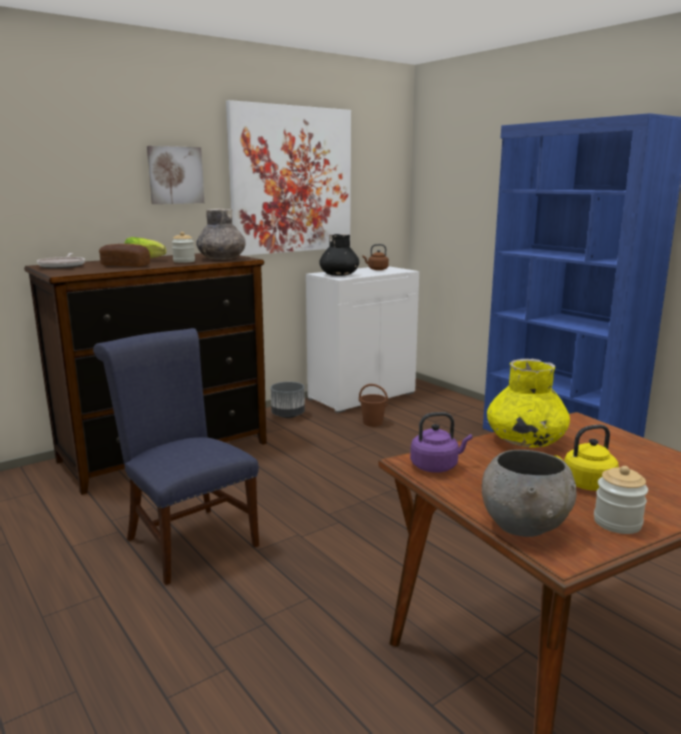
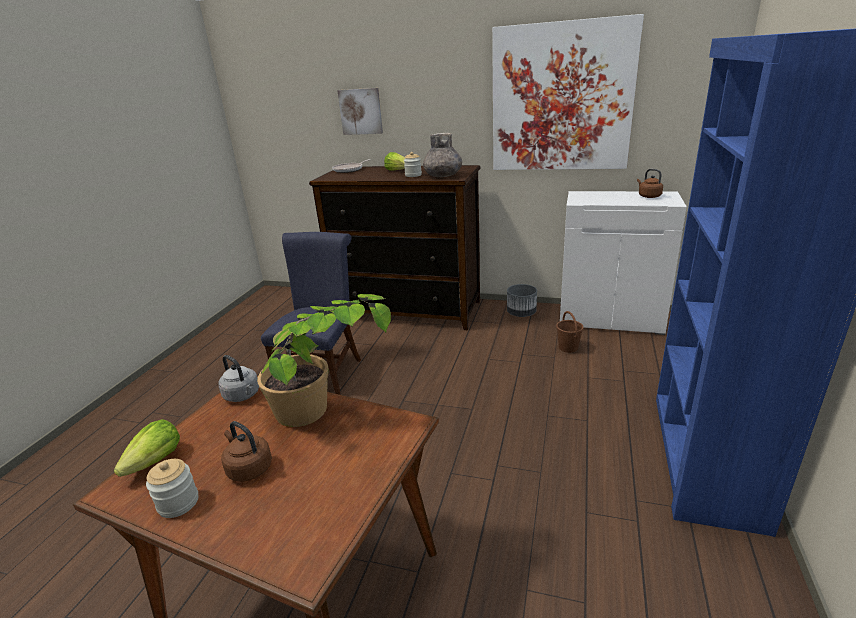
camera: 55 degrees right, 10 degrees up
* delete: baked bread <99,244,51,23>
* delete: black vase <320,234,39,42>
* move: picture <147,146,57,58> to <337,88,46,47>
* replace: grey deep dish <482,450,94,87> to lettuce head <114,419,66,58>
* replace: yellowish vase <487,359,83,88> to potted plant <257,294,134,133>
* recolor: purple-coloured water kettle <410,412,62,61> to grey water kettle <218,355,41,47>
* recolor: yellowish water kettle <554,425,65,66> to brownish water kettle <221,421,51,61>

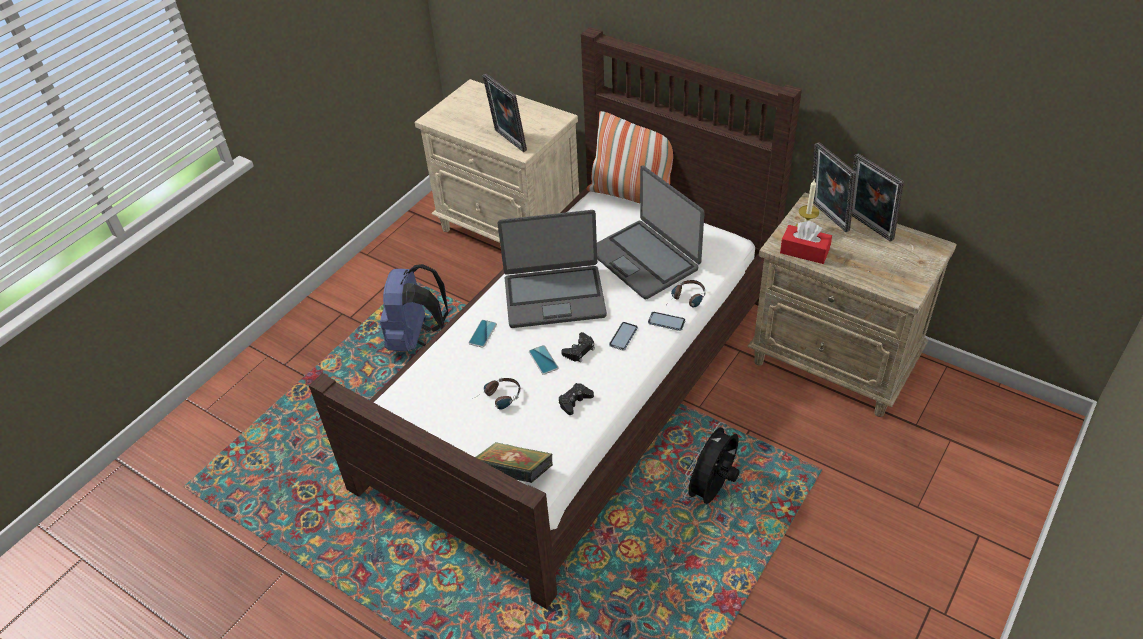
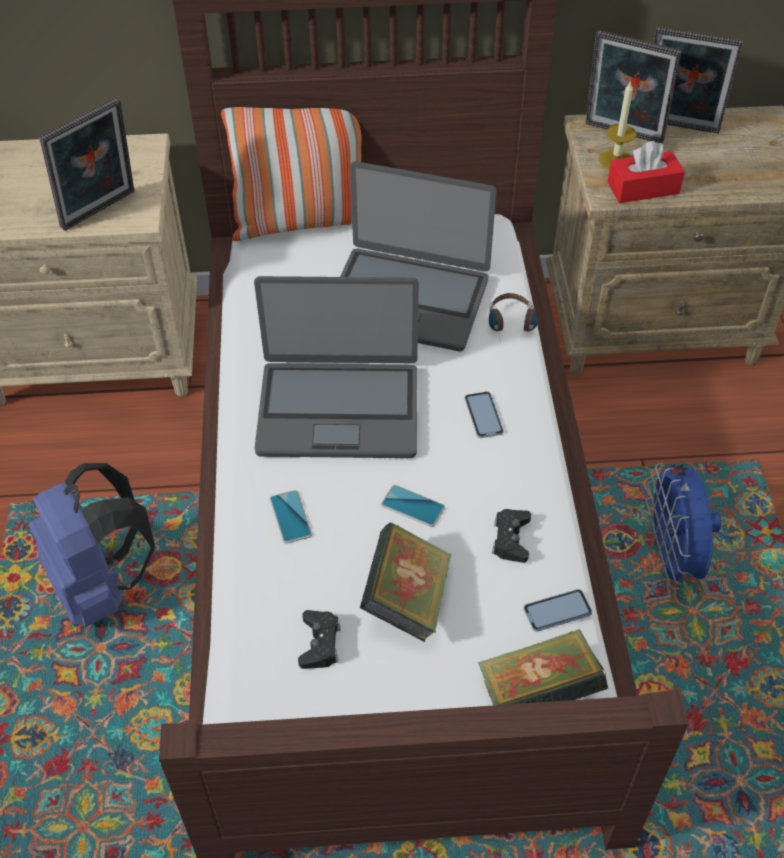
camera: 40 degrees left, 5 degrees up
* move: black gamepad <561,332,34,30> to <298,610,43,59>
* move: telephone <648,312,38,19> to <523,589,69,43>
* replace: pair of headphones <471,378,50,32> to volume <360,522,91,120>
* recolor: black cooling fan <682,422,57,82> to blue cooling fan <646,463,75,127>
* rotate: standing frame <483,74,44,78> = <39,97,95,134> 60 degrees counterclockwise
* rotate: portable computer <498,210,109,118> = <254,276,165,182> 45 degrees clockwise

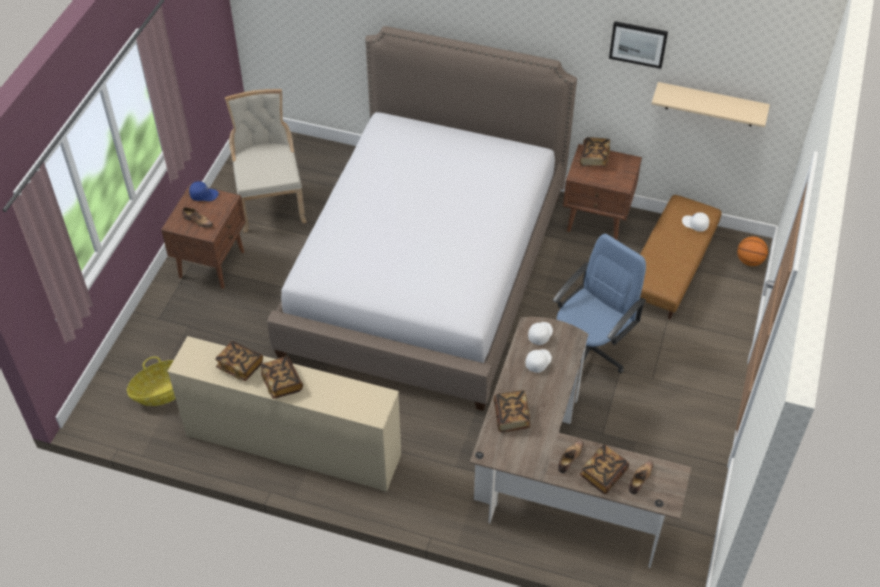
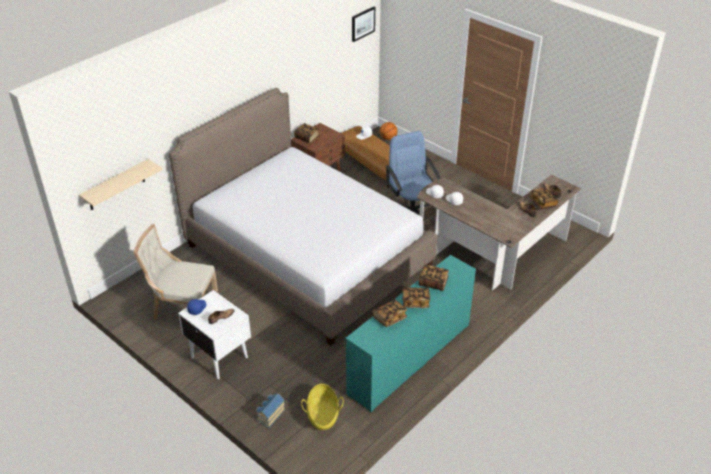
camera: 65 degrees left, 10 degrees down
* insert: miniature house <256,393,29,35>
* move: volume <493,390,37,42> to <419,264,30,27>
* move: picture <609,21,59,48> to <352,7,23,35>
* move: beige-coloured bracket shelf <651,82,119,45> to <79,159,84,51>
* recolor: brownish bedside table <161,184,85,105> to white-coloured bedside table <178,290,73,89>
* recolor: beige-coloured drawer chest <167,336,234,156> to blue-green drawer chest <345,255,131,157>

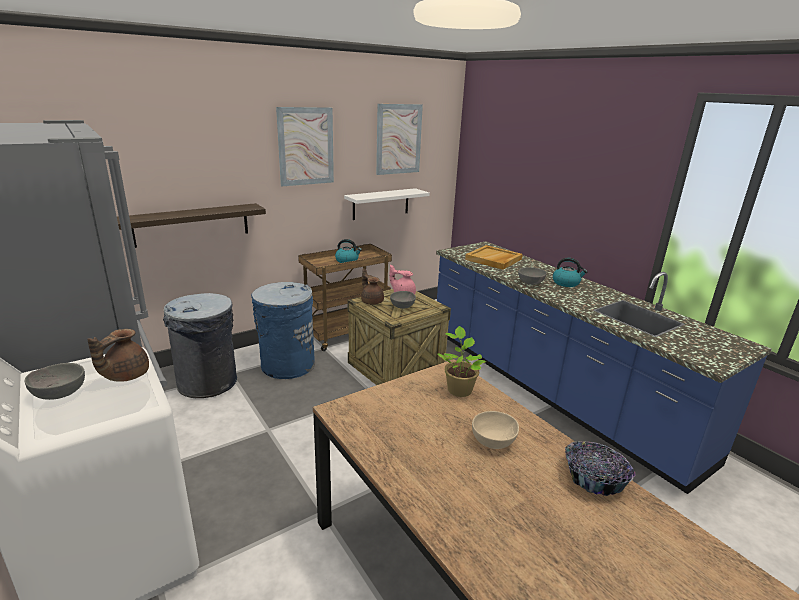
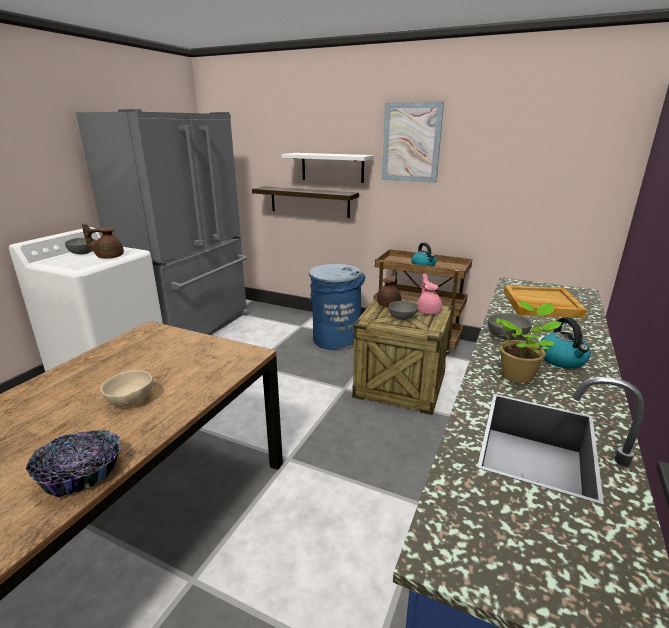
camera: 60 degrees right, 0 degrees up
* delete: grey trash can <163,293,74,105>
* delete: picture <376,104,47,71>
* move: white-coloured bracket shelf <344,188,86,32> to <281,153,93,30>
* move: potted plant <438,326,48,71> to <494,301,68,82>

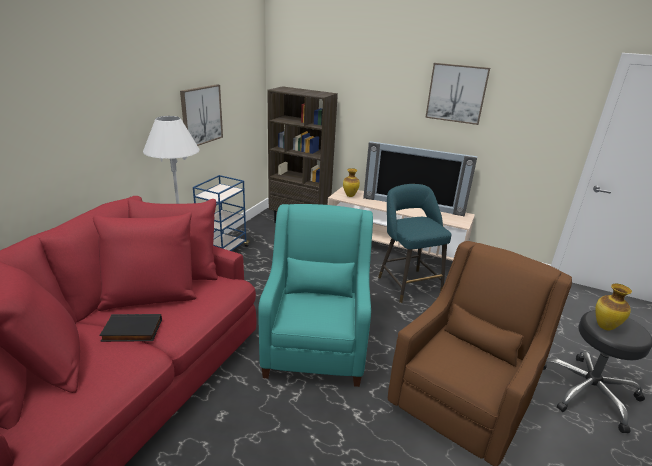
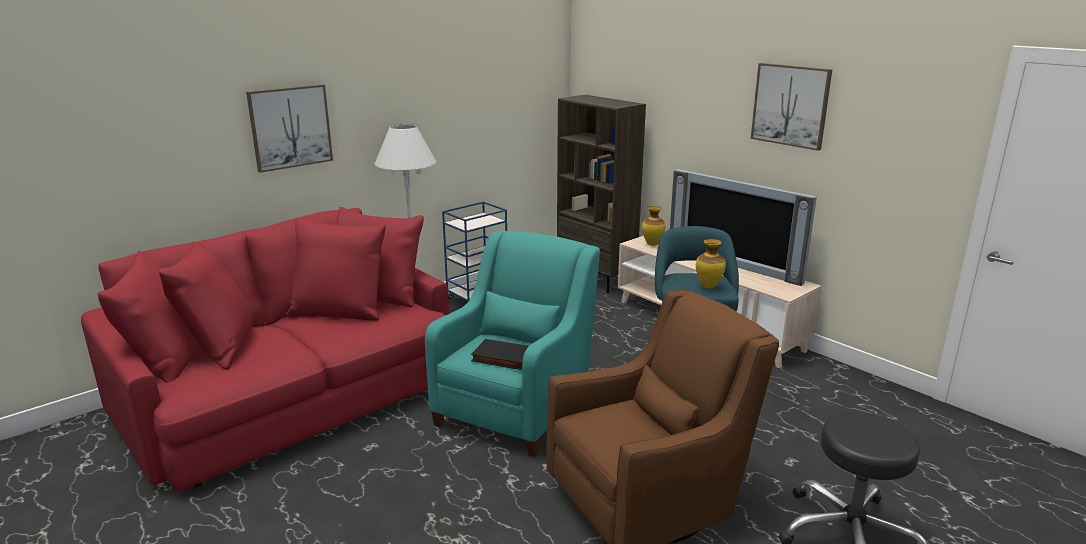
camera: 25 degrees right, 5 degrees down
* move: black volume <99,314,63,28> to <471,339,58,31>
* move: picture <180,84,43,62> to <246,84,87,89>
* move: vase <595,284,37,46> to <696,239,30,49>

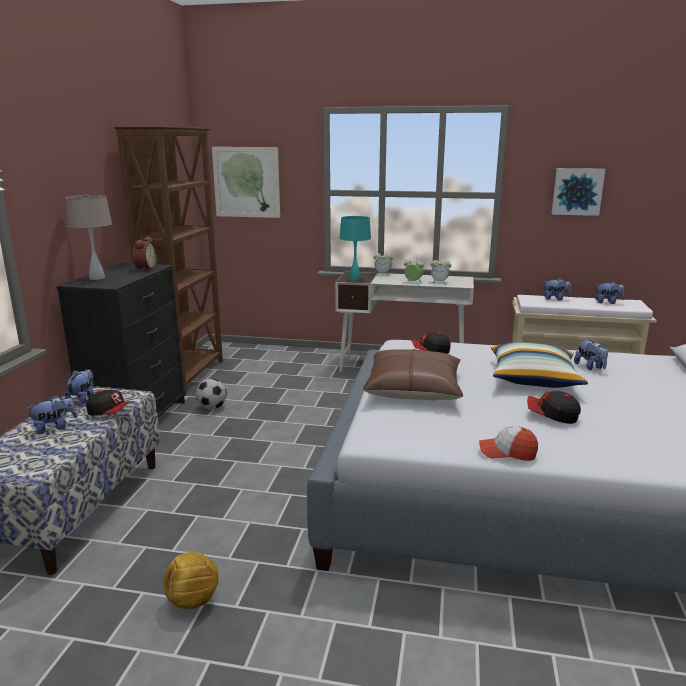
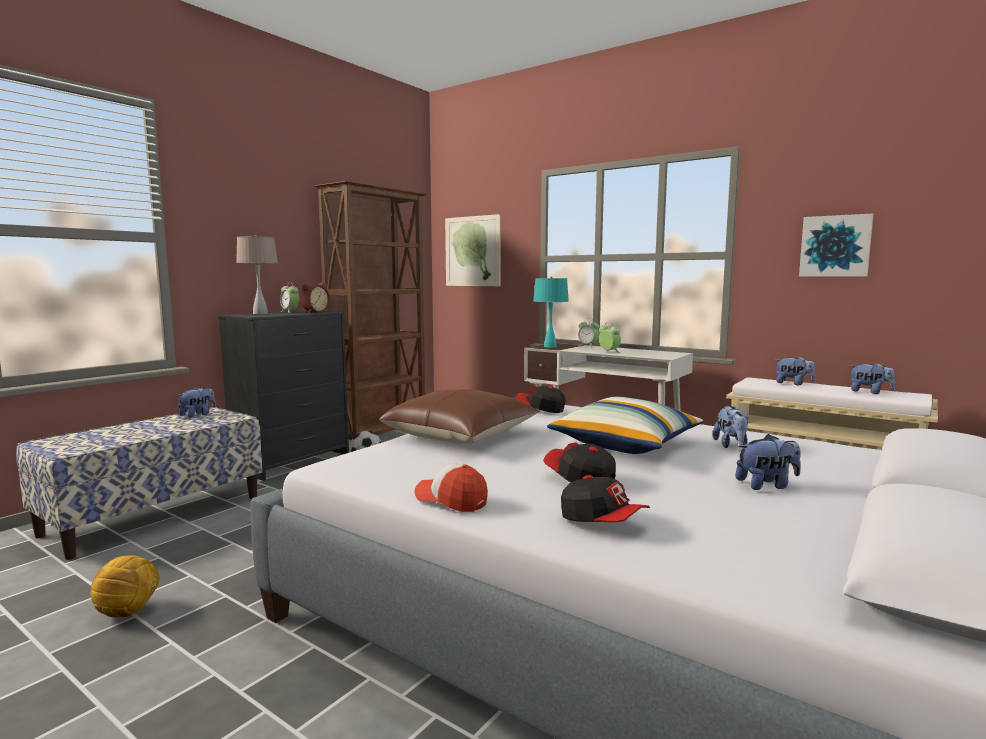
camera: 25 degrees right, 10 degrees down
* move: cuddly toy <26,395,51,39> to <735,434,66,56>
* move: cap <86,390,48,26> to <561,475,89,47>
* move: alarm clock <430,257,21,27> to <280,282,19,31>

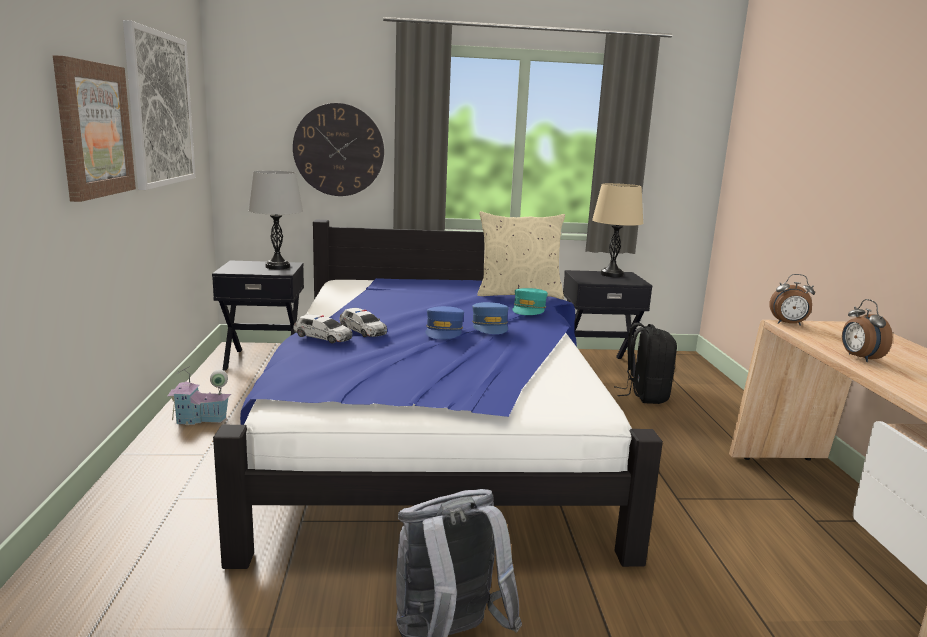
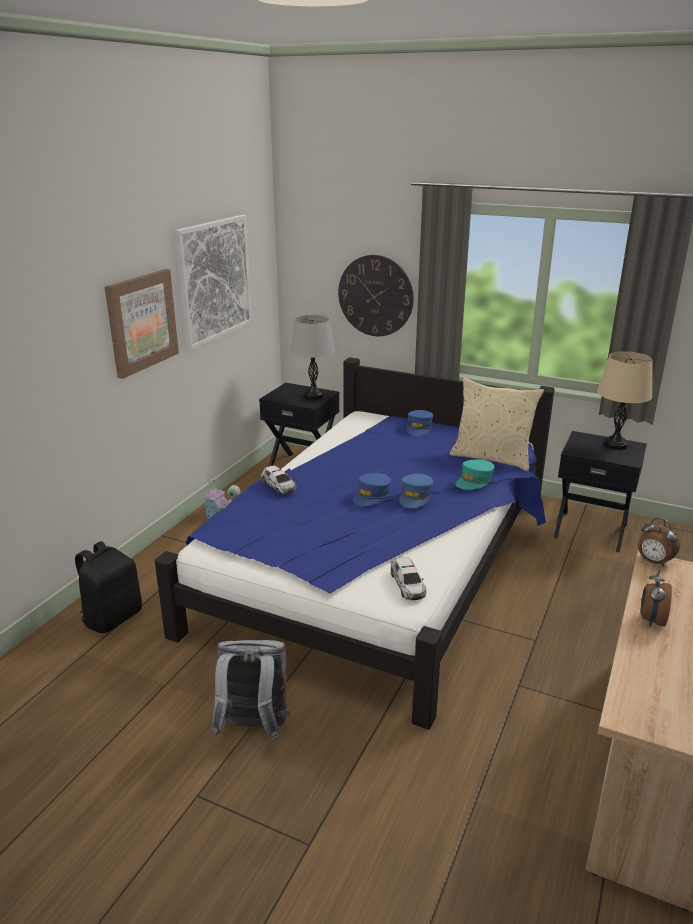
camera: 30 degrees right, 10 degrees up
* insert: blue cap <406,410,27,26>
* move: miniature car <340,308,47,29> to <391,557,36,43>
* move: black backpack <614,323,63,81> to <75,541,67,92>

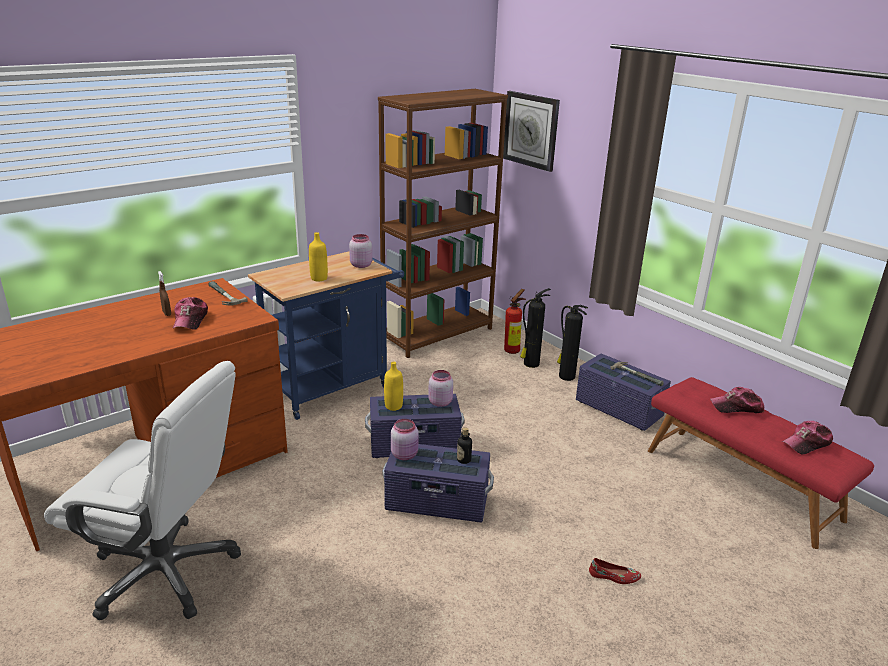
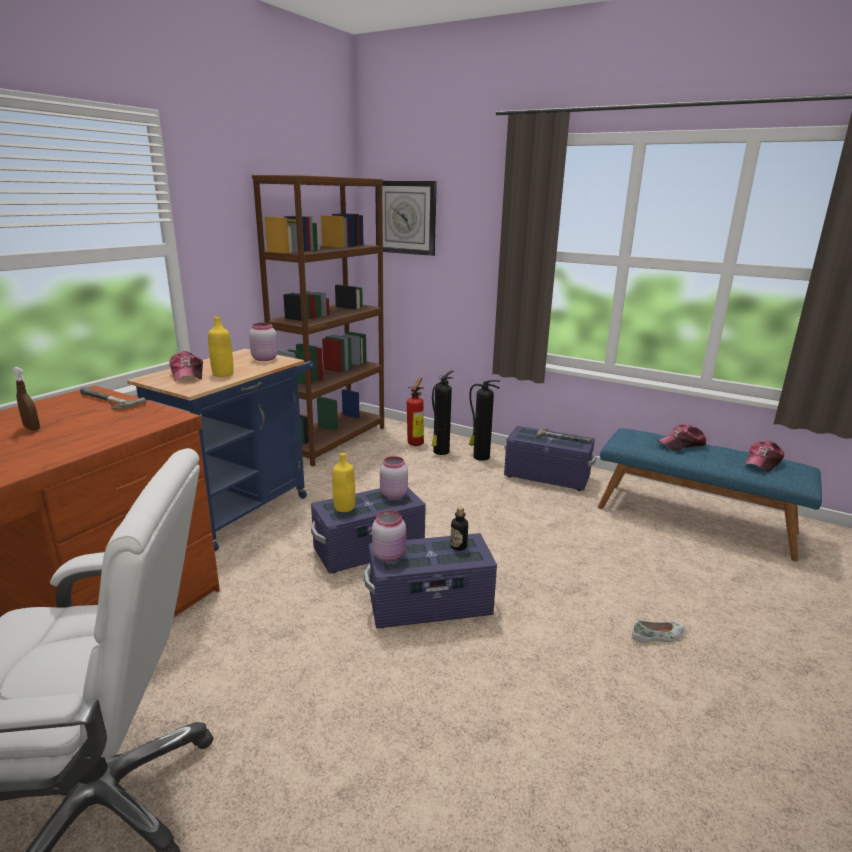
camera: 20 degrees left, 5 degrees down
* move: cap <172,297,36,33> to <169,351,34,31>
* recolor: red low shoe <589,558,52,26> to white-coloured low shoe <632,620,54,22>
* recolor: red bench <648,377,226,172> to blue bench <598,428,224,133>

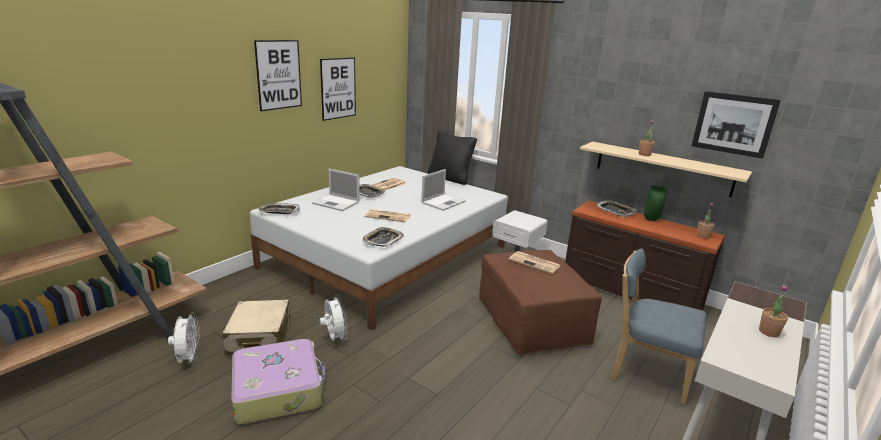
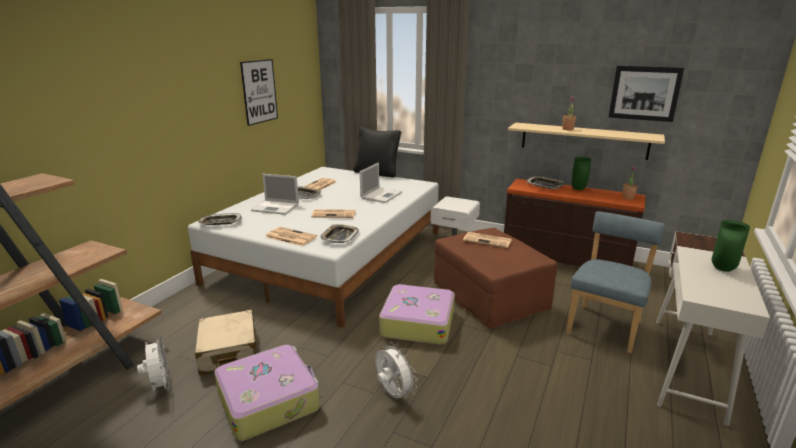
camera: 10 degrees left, 0 degrees up
* delete: picture <254,40,48,71>
* insert: printed paper <266,227,51,19>
* insert: suitcase <379,284,76,61>
* move: white-coloured cooling fan <320,294,28,48> to <375,342,42,57>
* replace: potted plant <759,285,29,52> to green-coloured vase <712,220,38,52>
* rotate: blue upright chair <612,248,94,158> = <566,211,99,142> 105 degrees clockwise

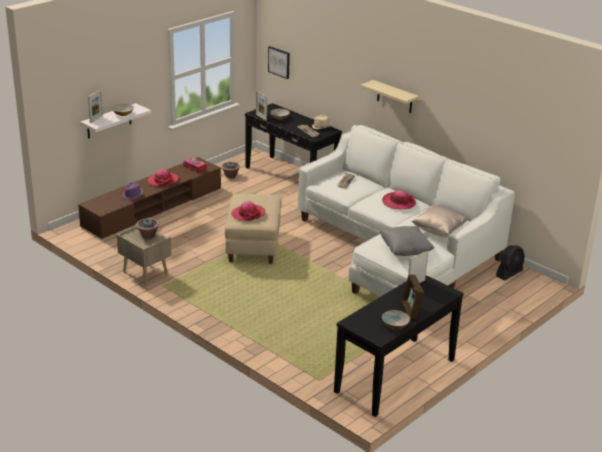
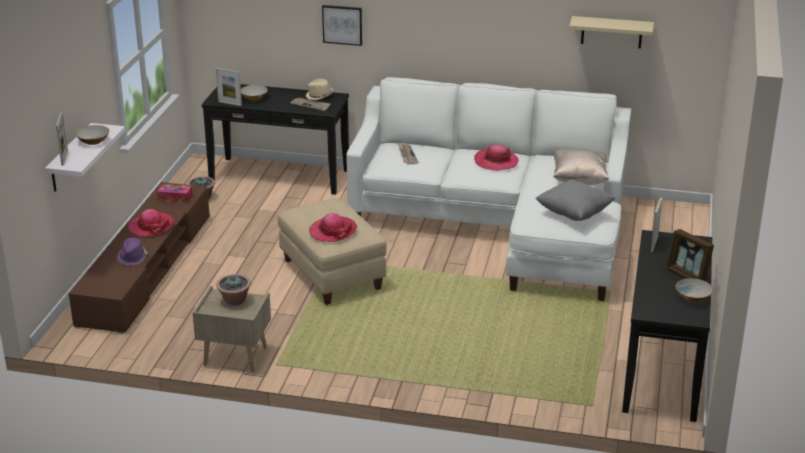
camera: 30 degrees left, 0 degrees up
* delete: black cooling fan <496,245,29,36>
* move: picture <268,46,22,33> to <322,5,40,41>
* move: beige-coloured bracket shelf <360,80,59,33> to <569,16,85,32>

